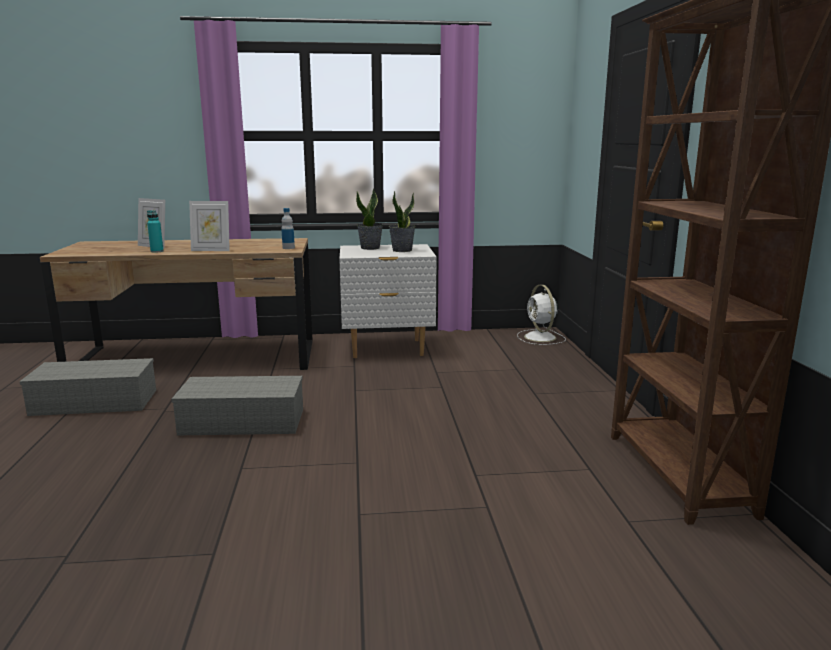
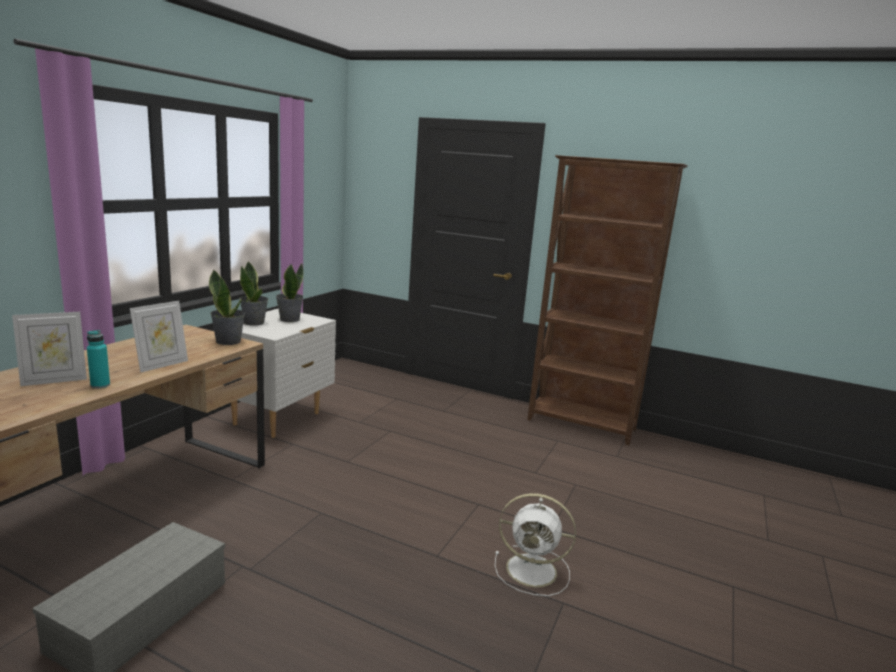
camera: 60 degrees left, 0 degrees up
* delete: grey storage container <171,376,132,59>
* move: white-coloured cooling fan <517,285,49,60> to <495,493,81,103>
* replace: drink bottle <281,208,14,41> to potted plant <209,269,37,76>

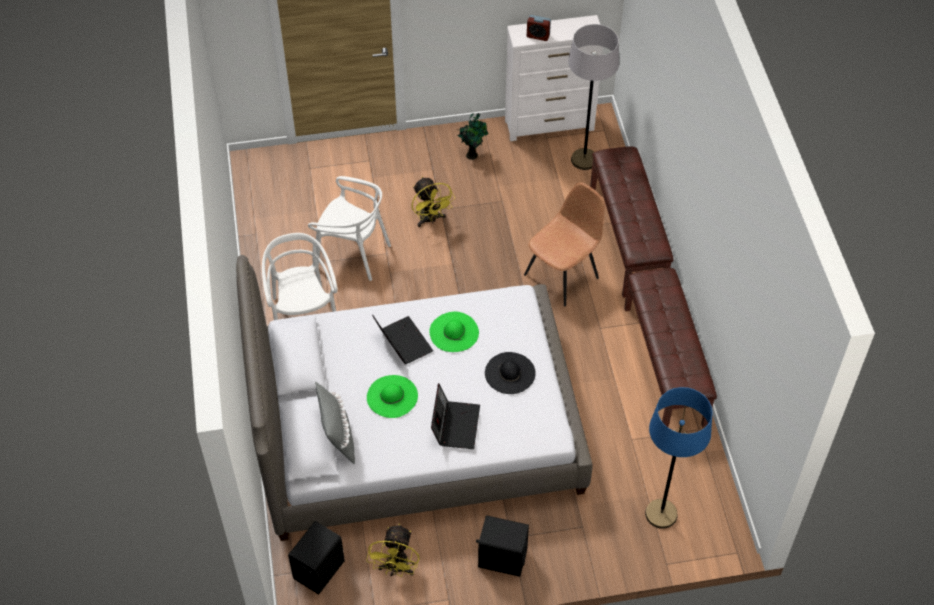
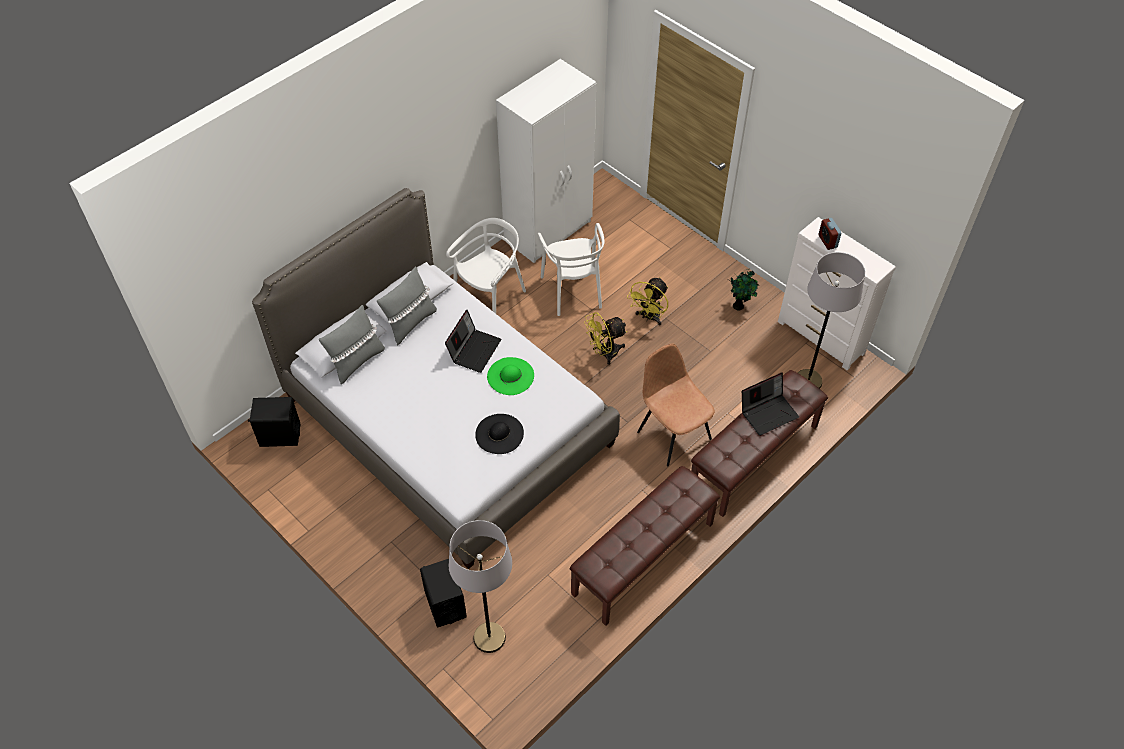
camera: 55 degrees right, 0 degrees up
* delete: green-coloured clothing hat <367,375,51,43>
* insert: grey throw pillow <377,266,60,80>
* insert: white-coloured clothes cupboard <496,59,100,204>
* move: yellowish cooling fan <366,524,54,53> to <584,312,43,53>
* move: portable computer <431,383,49,66> to <742,373,57,63>
* move: black audio speaker <476,515,53,62> to <420,559,47,68>
* recolor: blue standing lamp <645,387,68,142> to grey standing lamp <449,520,63,133>
* rotate: brownish upright chair <524,182,81,124> = <637,343,78,123> 135 degrees counterclockwise

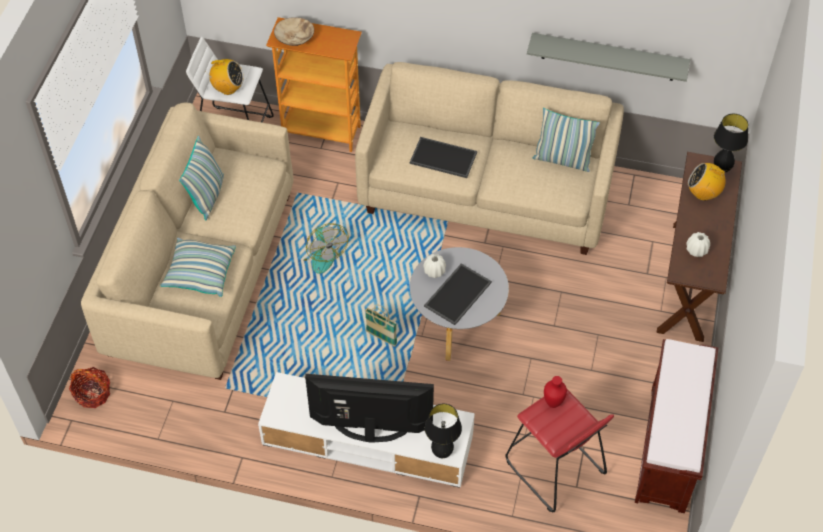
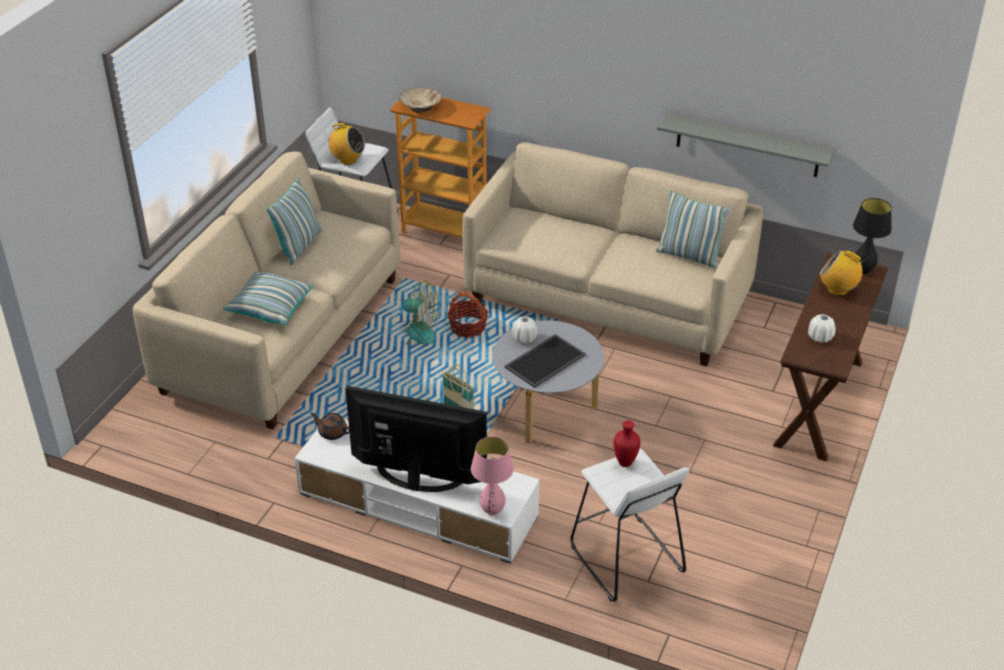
camera: 10 degrees right, 15 degrees down
* delete: carrying tray <410,137,67,41>
* delete: brownish bench <635,339,83,175>
* insert: brownish teapot <310,413,40,27>
* move: household basket <69,367,41,41> to <447,292,41,46>
* recolor: black table lamp <425,404,37,54> to pink table lamp <471,436,43,79>
* recolor: red sitting stool <506,389,108,123> to white-coloured sitting stool <571,448,118,154>
* rotate: cooling fan <303,223,46,51> = <391,281,47,64> 60 degrees counterclockwise

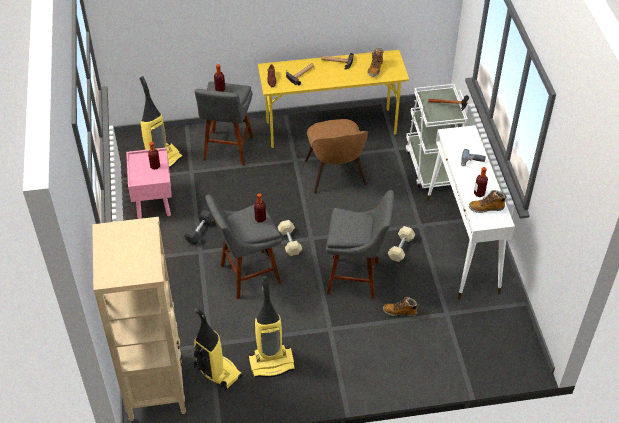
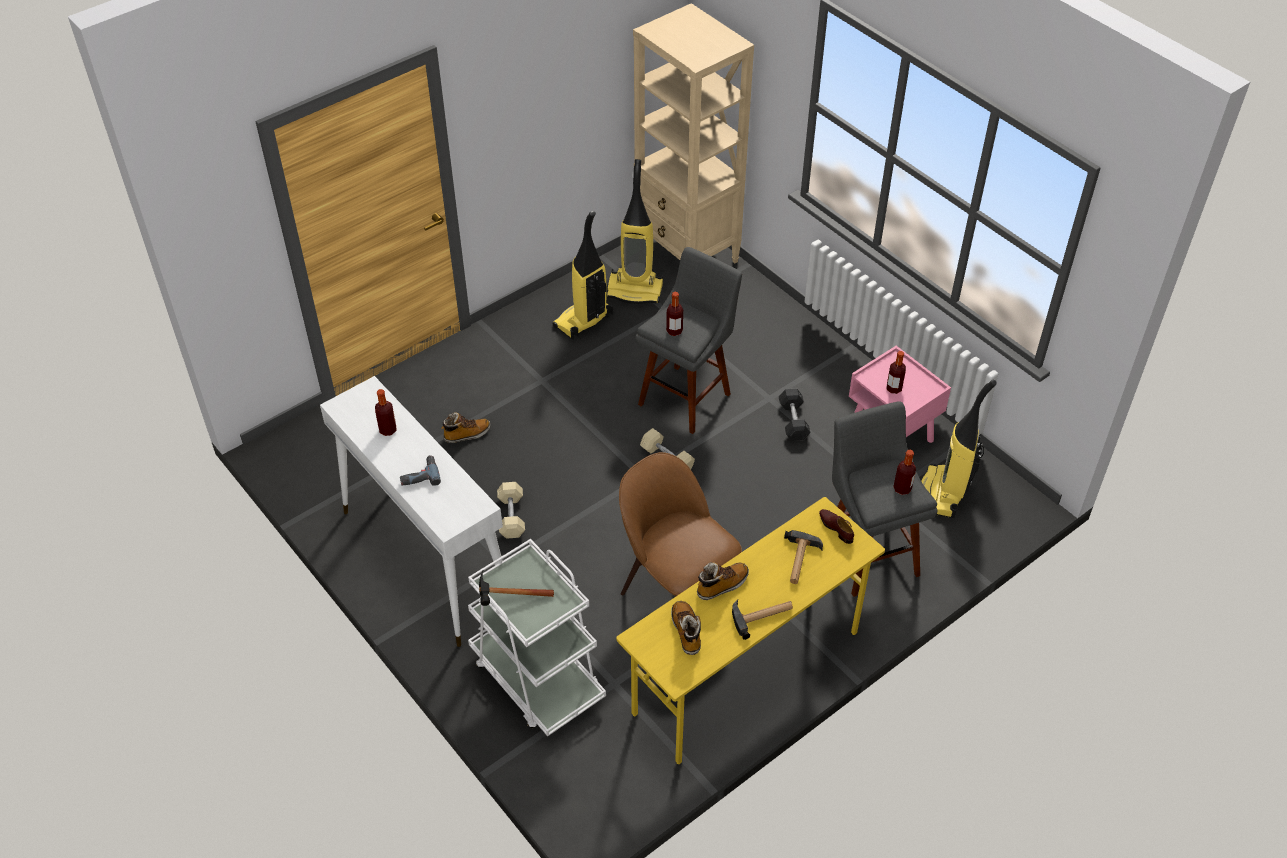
camera: 150 degrees right, 0 degrees up
* delete: grey sitting stool <326,190,68,109>
* move: tall boot <469,190,38,23> to <697,562,52,38>

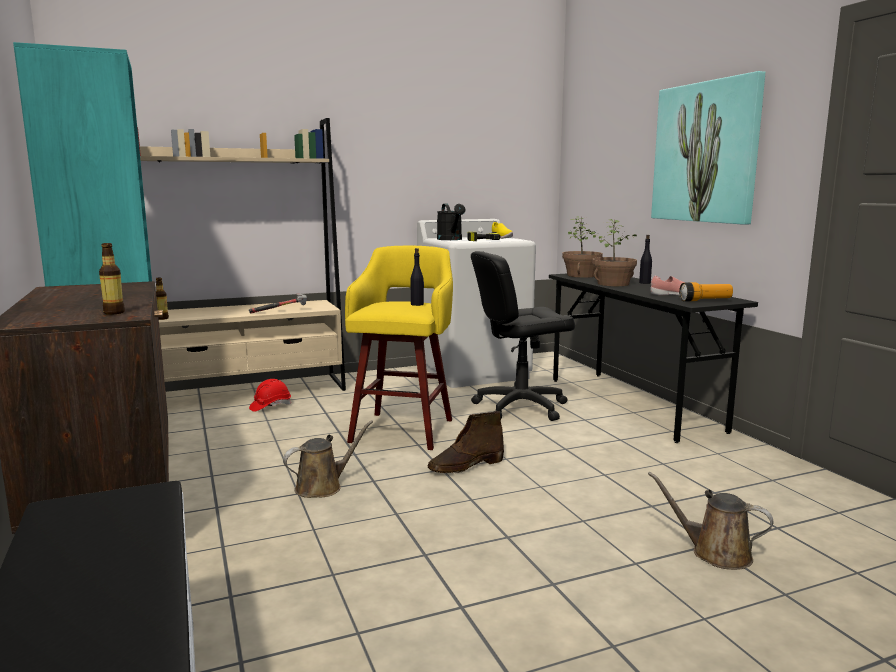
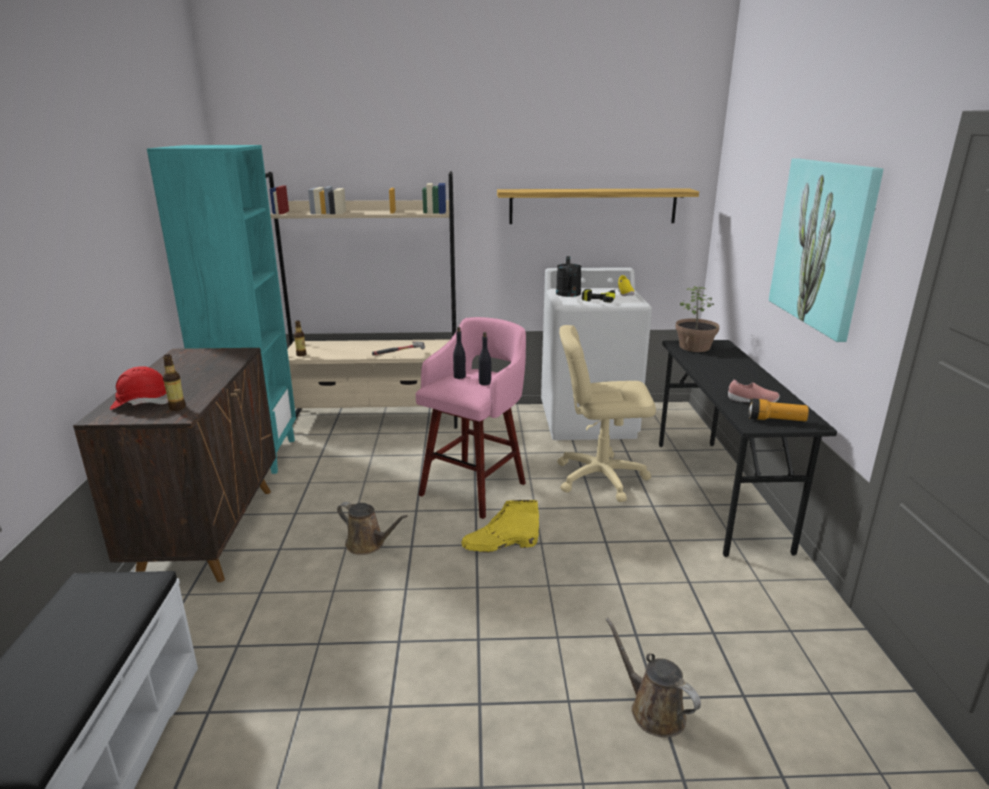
camera: 20 degrees right, 10 degrees up
* delete: potted plant <592,219,45,67>
* insert: bracket shelf <497,189,202,35>
* move: red safety helmet <249,379,42,33> to <110,366,58,44>
* move: black drink bottle <639,235,13,49> to <453,327,13,52>
* recolor: yellowish sitting stool <345,246,108,204> to pink sitting stool <416,317,110,202>
* recolor: brownish tall boot <428,411,76,62> to yellowish tall boot <461,500,78,53>
* recolor: black desk chair <471,251,104,170> to beige-coloured desk chair <557,325,99,177>
* rotate: brownish watering pot <283,420,90,78> = <337,502,71,53> 45 degrees clockwise

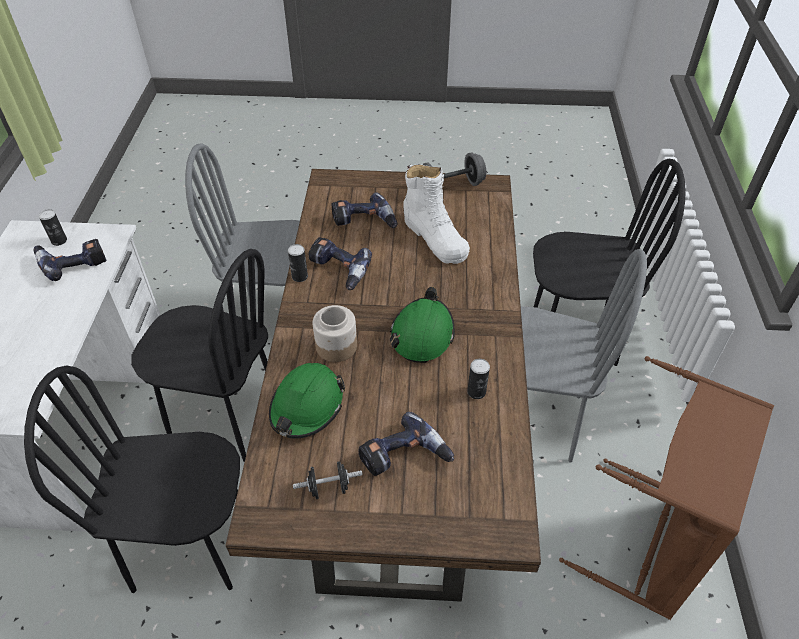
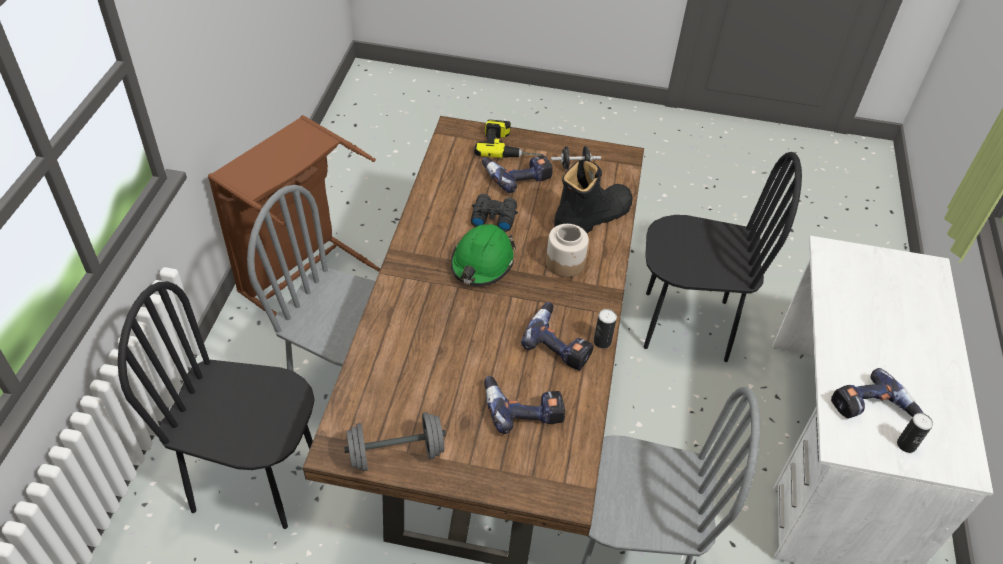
camera: 175 degrees left, 0 degrees up
* delete: black upright chair <131,249,137,213>
* delete: white-coloured tall boot <403,164,67,100>
* delete: can <467,359,23,40>
* insert: black field glasses <471,194,47,38>
* insert: electric drill <474,120,69,38>
* replace: green-coloured safety helmet <269,363,76,76> to black tall boot <554,159,79,74>

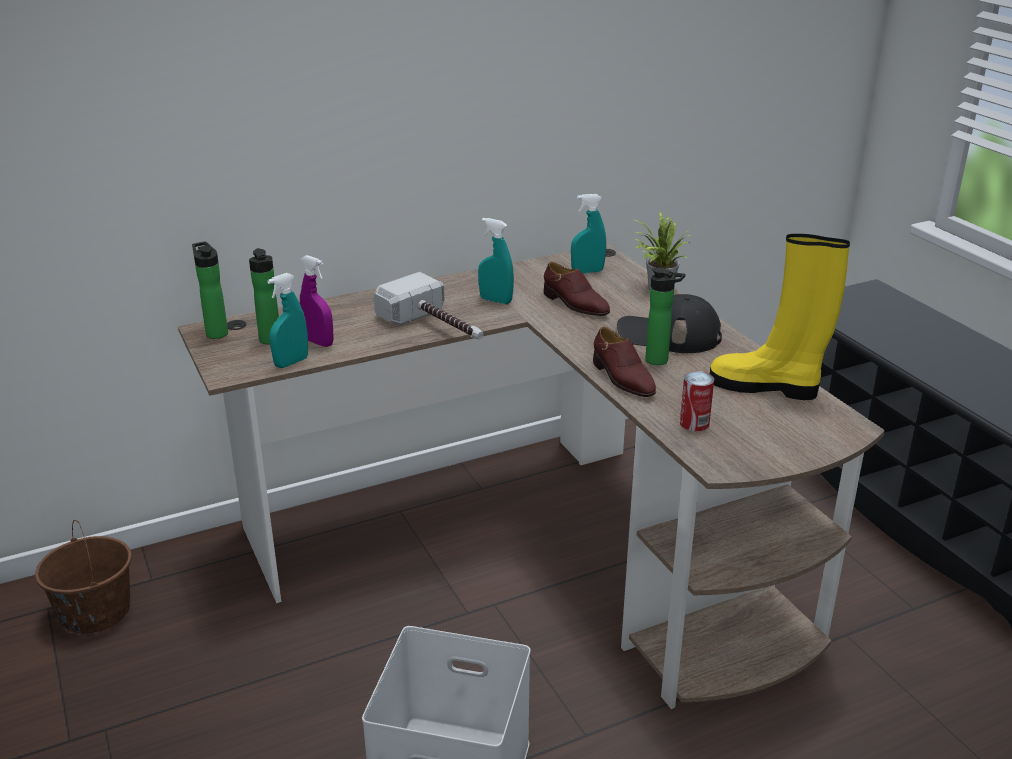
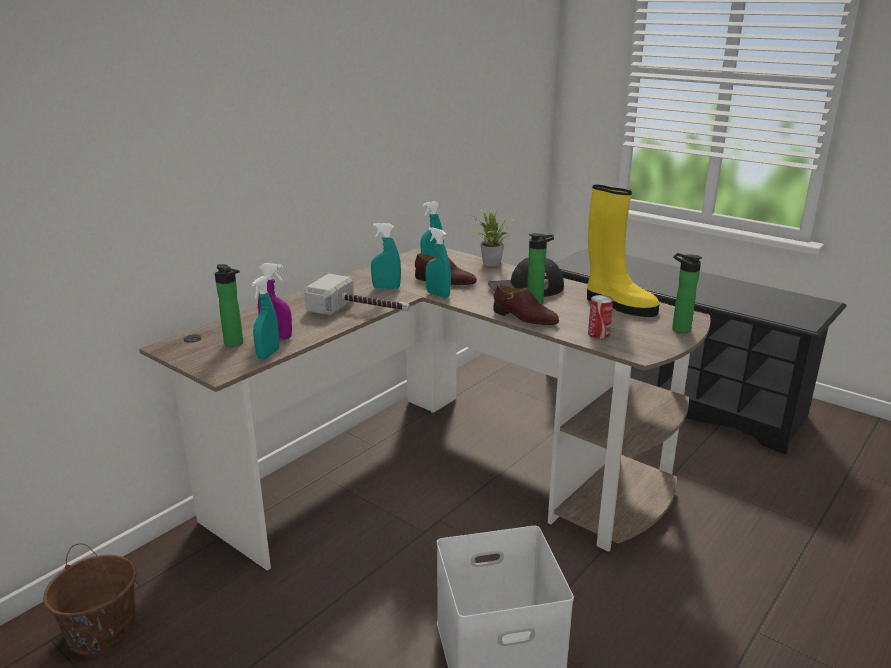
camera: 25 degrees left, 5 degrees down
* insert: blue-green hand sprayer <426,227,25,71>
* move: drink bottle <192,241,36,98> to <672,253,30,80>
* rotate: yellowish tall boot <710,234,140,166> = <587,185,73,132> 135 degrees counterclockwise

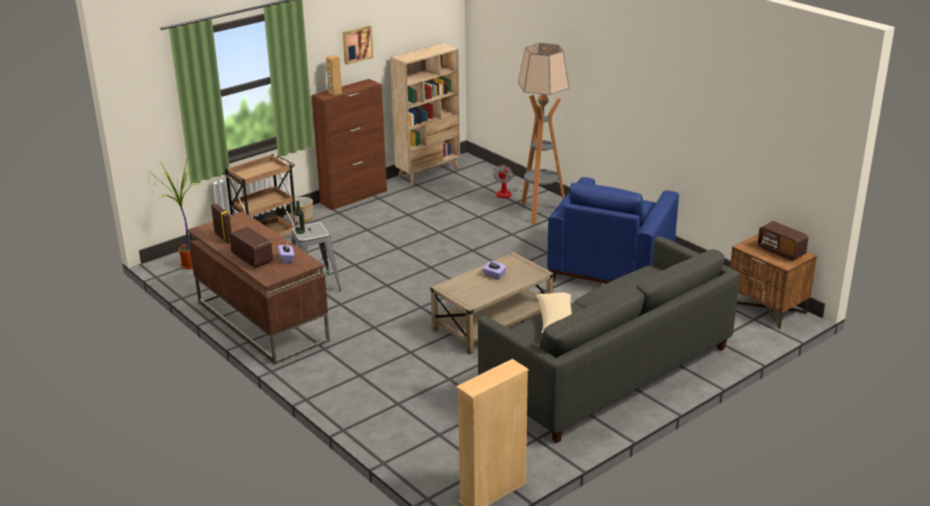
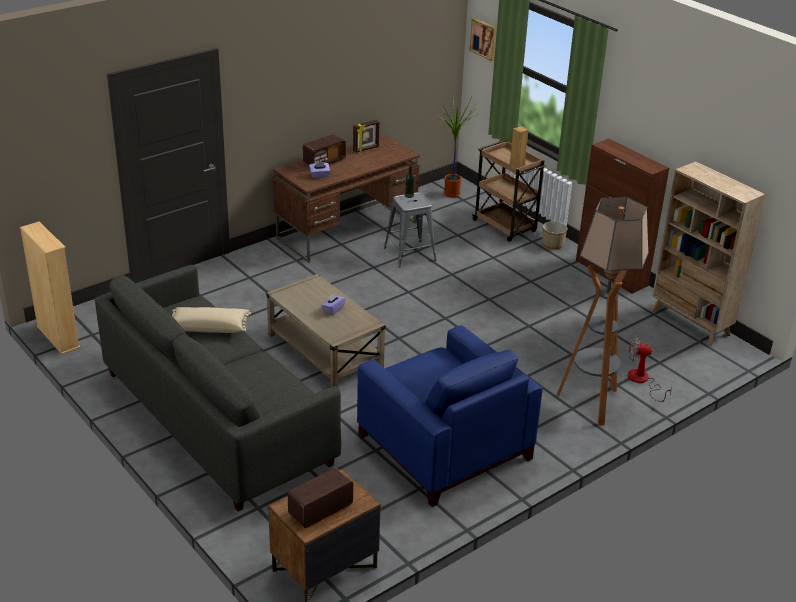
camera: 90 degrees right, 5 degrees up
* move: brownish audio speaker <326,55,16,41> to <510,126,18,42>
* move: picture <343,26,30,39> to <469,18,28,43>
* rotate: blue lounge chair <547,177,132,107> = <357,325,186,182> 150 degrees counterclockwise

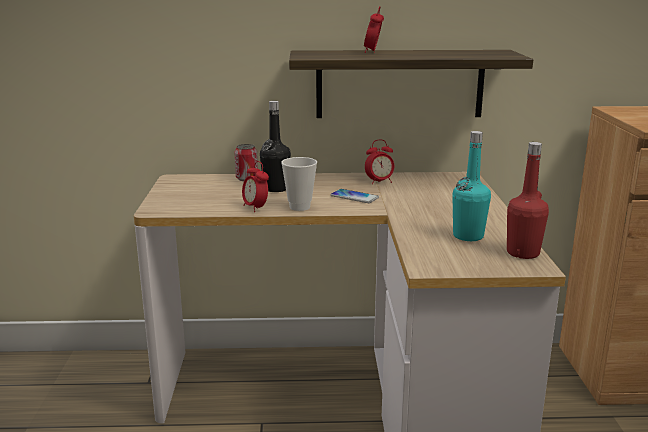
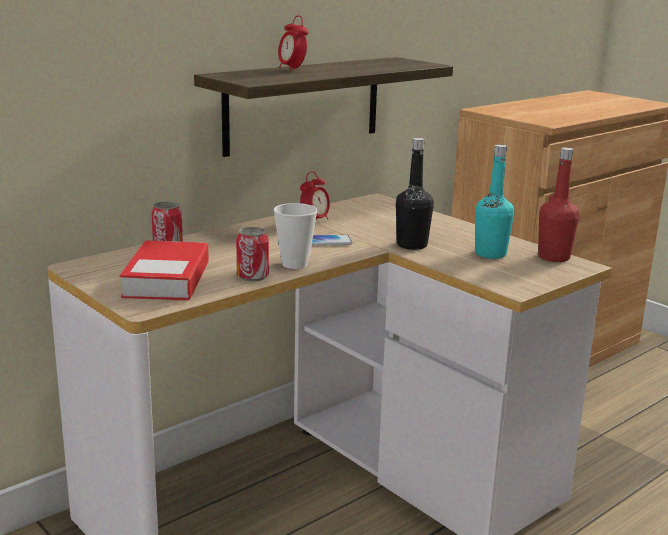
camera: 40 degrees left, 0 degrees up
* insert: volume <120,240,89,61>
* move: black drink bottle <260,101,31,91> to <396,138,38,112>
* replace: alarm clock <242,161,27,51> to can <236,227,33,55>

